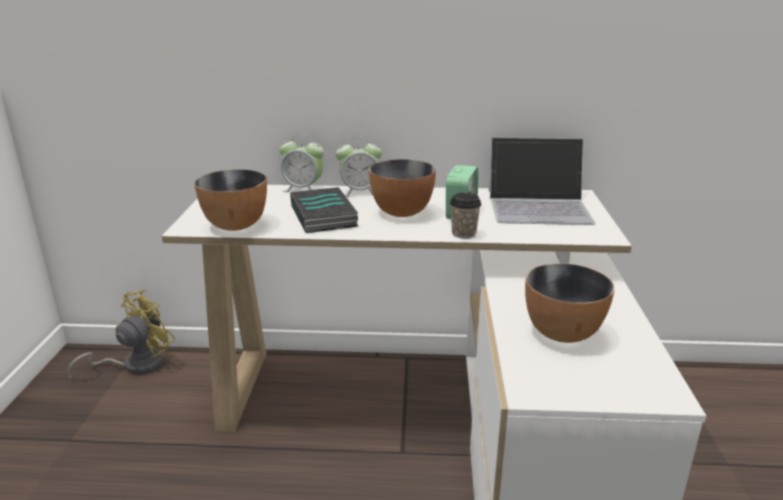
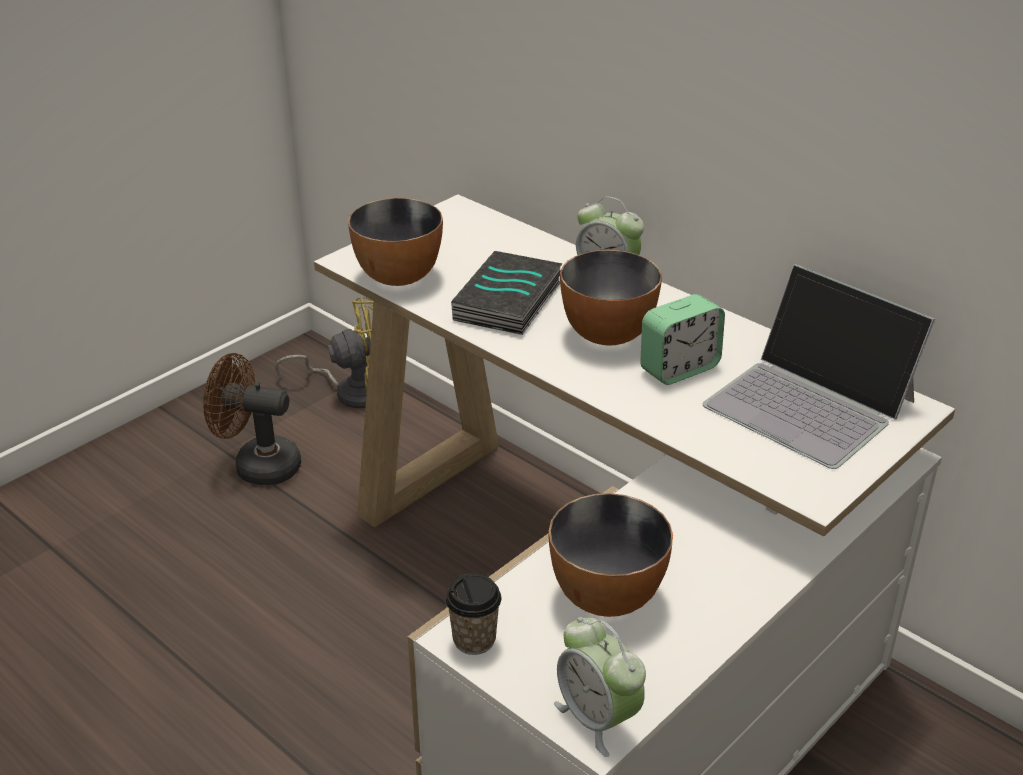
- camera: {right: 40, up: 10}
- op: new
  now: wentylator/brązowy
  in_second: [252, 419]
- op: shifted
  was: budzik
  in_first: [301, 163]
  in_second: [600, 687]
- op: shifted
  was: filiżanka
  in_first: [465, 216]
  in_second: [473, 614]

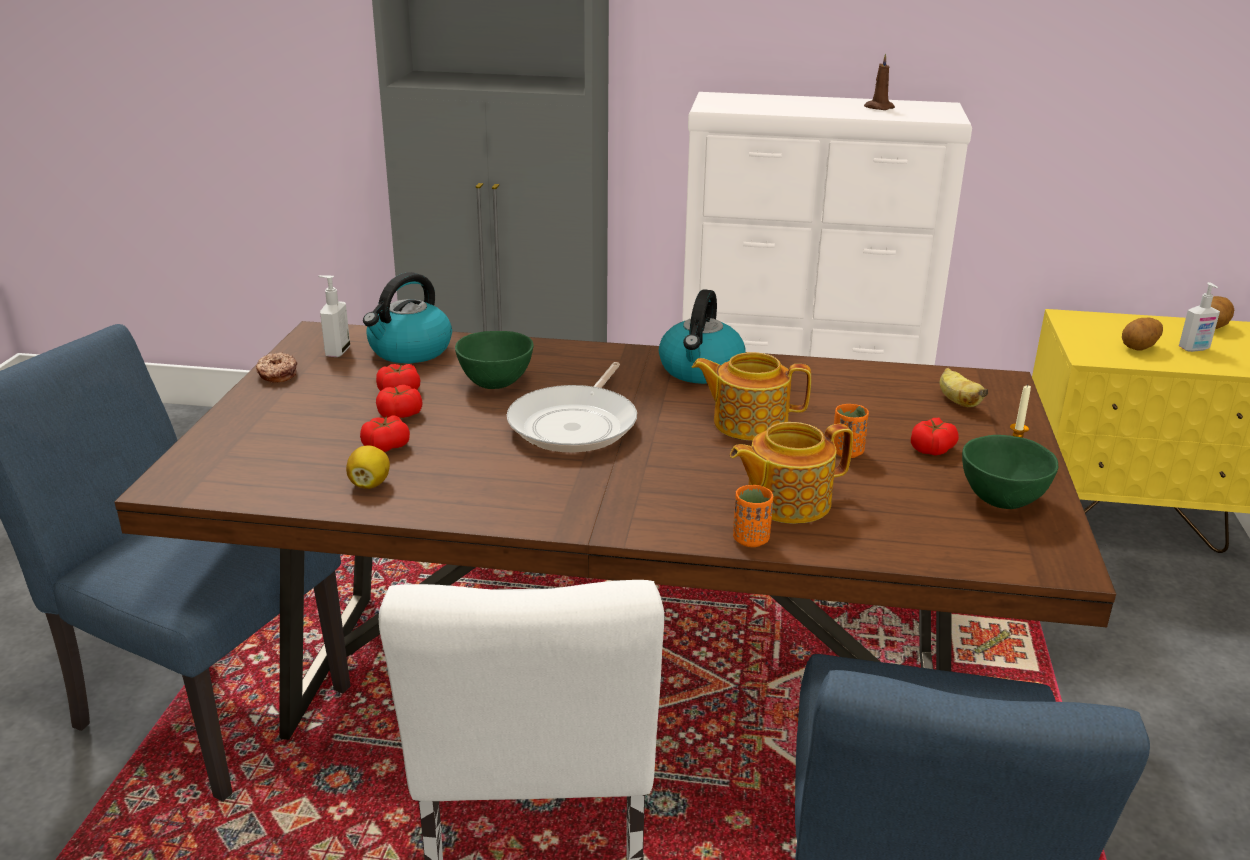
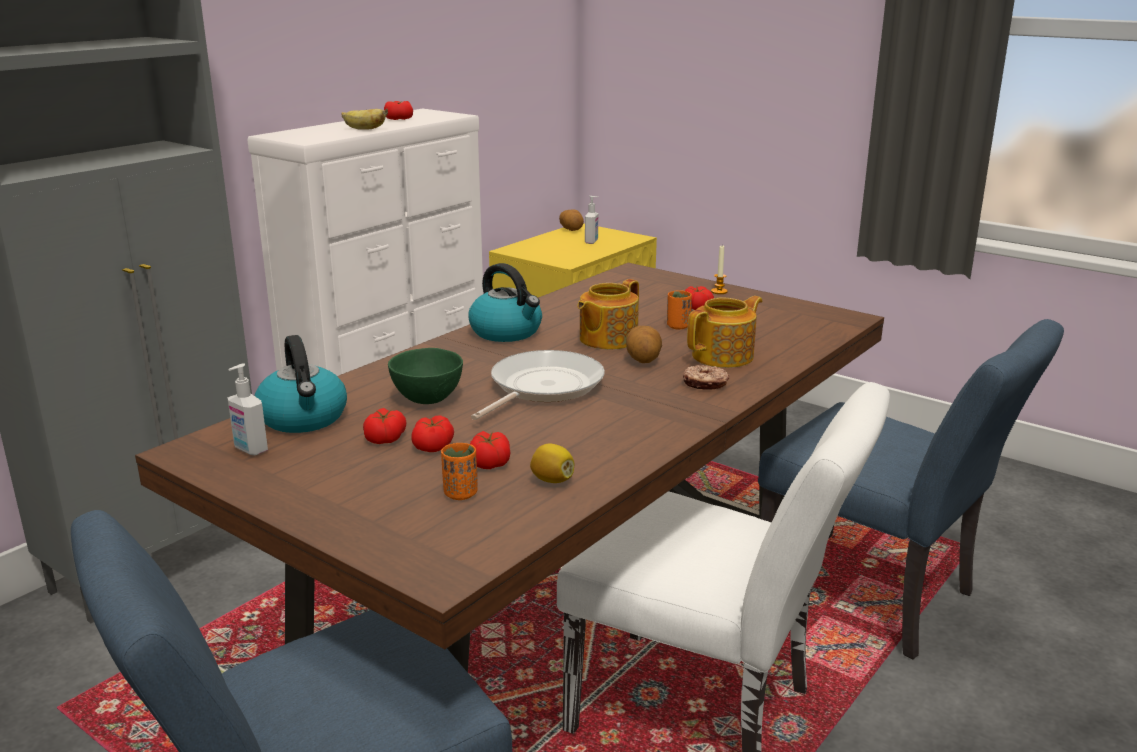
- camera: {right: -60, up: -5}
- op: gone
  was: miska/zielony
  in_first: [1010, 472]
- op: shifted
  was: donut
  in_first: [276, 367]
  in_second: [706, 377]
- op: shifted
  was: filiżanka/pomarańczowy
  in_first: [753, 516]
  in_second: [459, 471]
- op: shifted
  was: banan
  in_first: [964, 387]
  in_second: [364, 119]
- op: shifted
  was: ziemniak
  in_first: [1142, 334]
  in_second: [644, 344]
- op: swapped
  was: świeca/brązowy
  now: pomidor
  in_first: [879, 81]
  in_second: [398, 110]
- op: rotated
  was: patelnia
  in_first: [572, 407]
  in_second: [538, 385]
  clockwise: -105
- op: rotated
  was: imbryk
  in_first: [791, 473]
  in_second: [724, 332]
  clockwise: -135

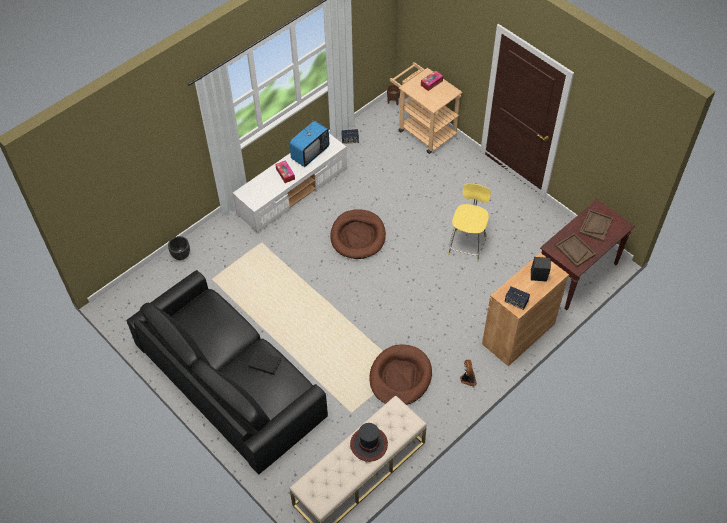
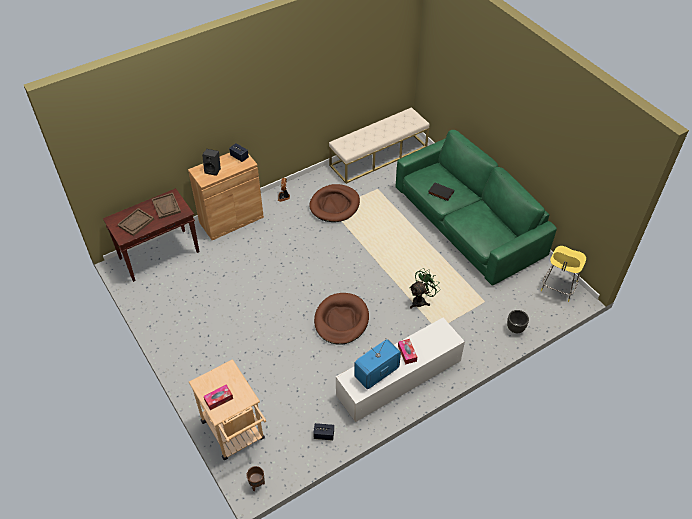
- camera: {right: -170, up: -5}
- op: gone
  was: kapelusz
  in_first: [369, 442]
- op: new
  now: wentylator/zielony
  in_second: [424, 288]
- op: shifted
  was: stołek/żółty
  in_first: [469, 223]
  in_second: [563, 274]
- op: repainted
  was: kanapa/czarny
  now: kanapa/zielony
  in_first: [227, 372]
  in_second: [476, 208]

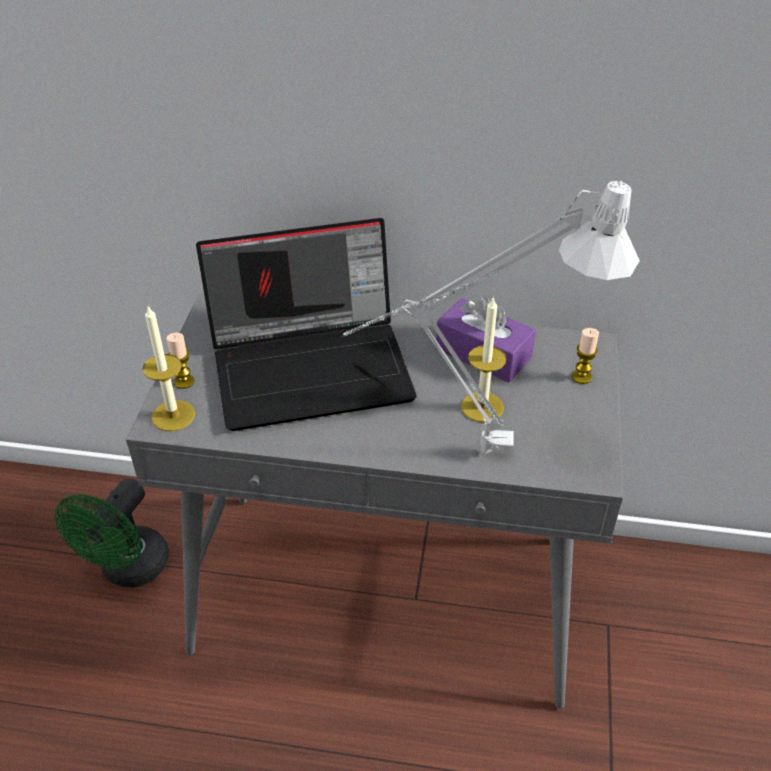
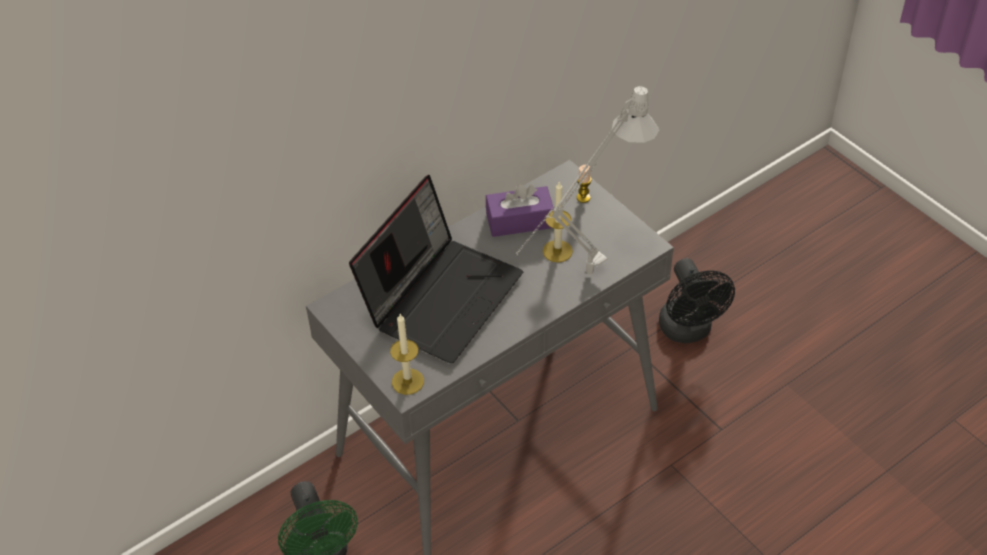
- camera: {right: -45, up: 5}
- op: gone
  was: świeca
  in_first: [180, 361]
- op: new
  now: wentylator/czarny
  in_second: [697, 300]

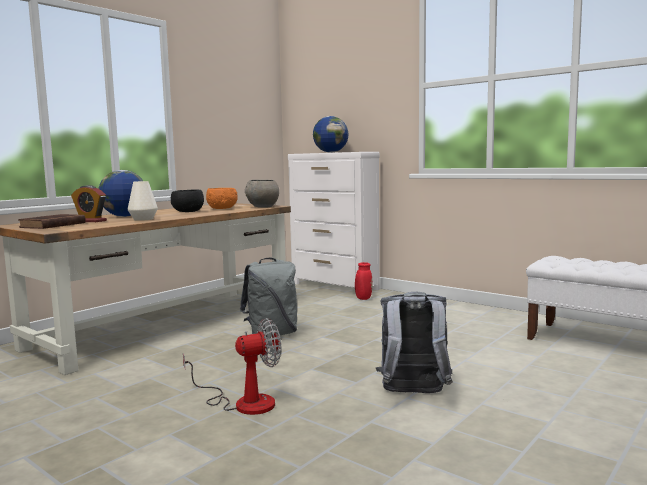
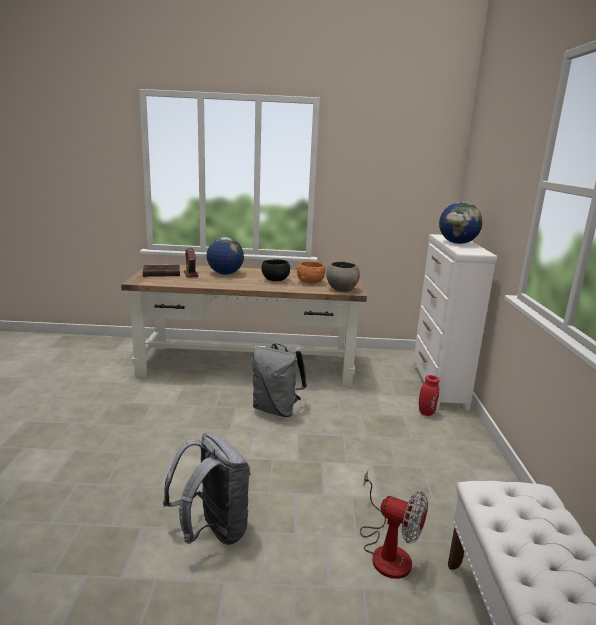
- camera: {right: 50, up: 10}
- op: gone
  was: wazon/biały
  in_first: [143, 201]
- op: shifted
  was: wentylator
  in_first: [232, 366]
  in_second: [394, 525]

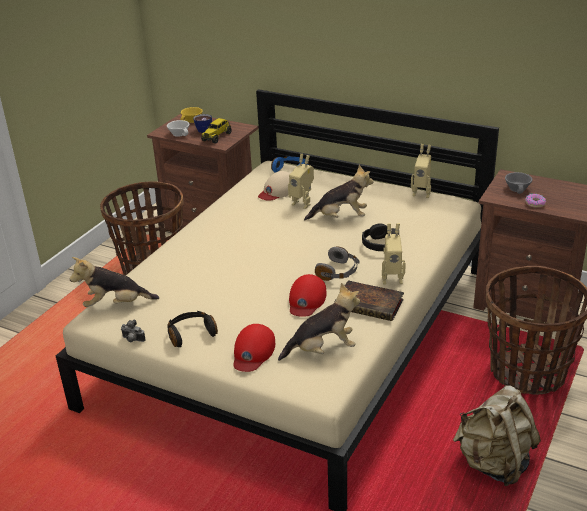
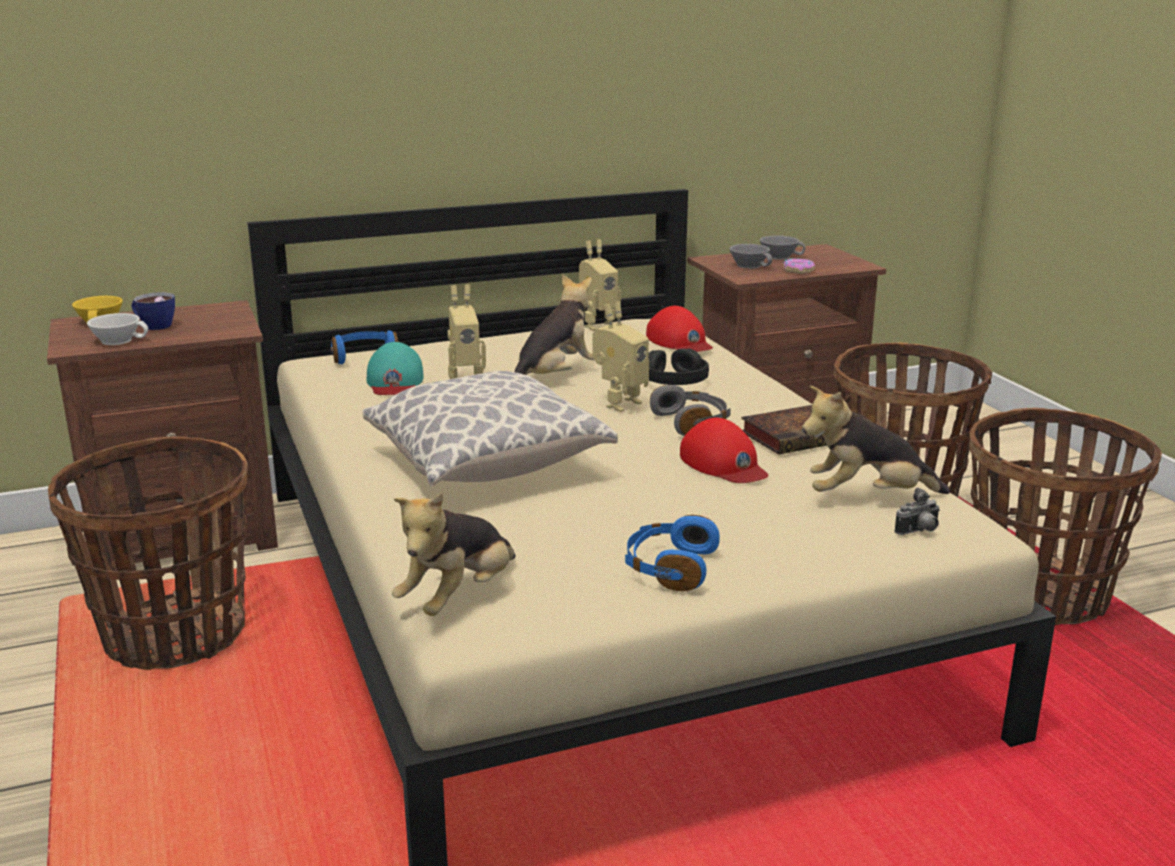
- camera: {right: -50, up: -10}
- op: gone
  was: ciężarówka zabawkowa
  in_first: [216, 131]
- op: new
  now: poduszka
  in_second: [490, 429]
- op: new
  now: filiżanka/szary
  in_second: [783, 248]
- op: shifted
  was: aparat fotograficzny
  in_first: [133, 330]
  in_second: [917, 511]
- op: shifted
  was: czapka z daszkiem/czerwony
  in_first: [254, 348]
  in_second: [679, 329]
- op: shifted
  was: robot zabawkowy
  in_first: [394, 254]
  in_second: [620, 356]
- op: swapped
  was: plecak/beżowy
  now: koszyk
  in_first: [497, 435]
  in_second: [1065, 516]
- op: repainted
  was: słuchawki/czarny
  now: słuchawki/niebieski
  in_first: [193, 329]
  in_second: [672, 553]
- op: repainted
  was: czapka z daszkiem/beżowy
  now: czapka z daszkiem/turkusowy
  in_first: [274, 186]
  in_second: [395, 368]
- op: rotated
  was: pluszak
  in_first: [319, 322]
  in_second: [876, 440]
  clockwise: -120

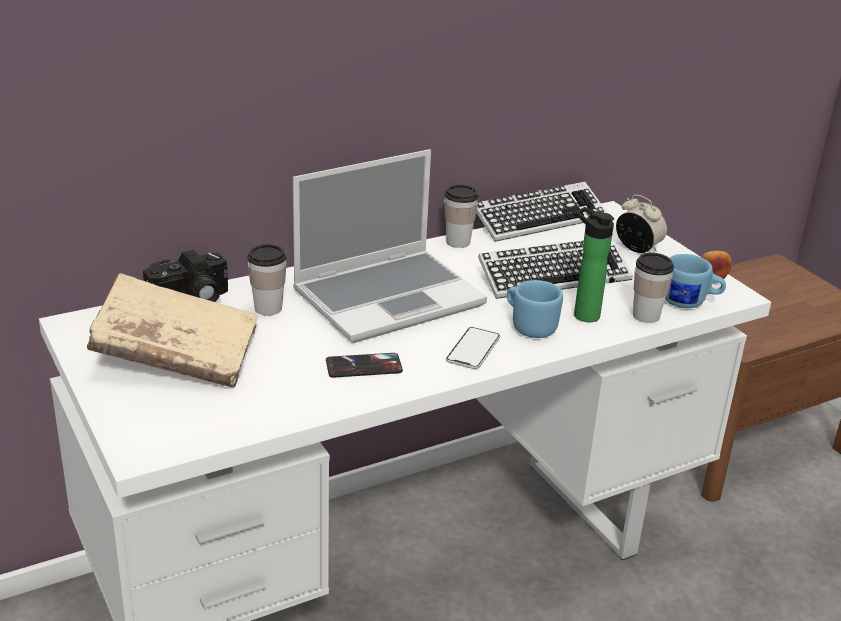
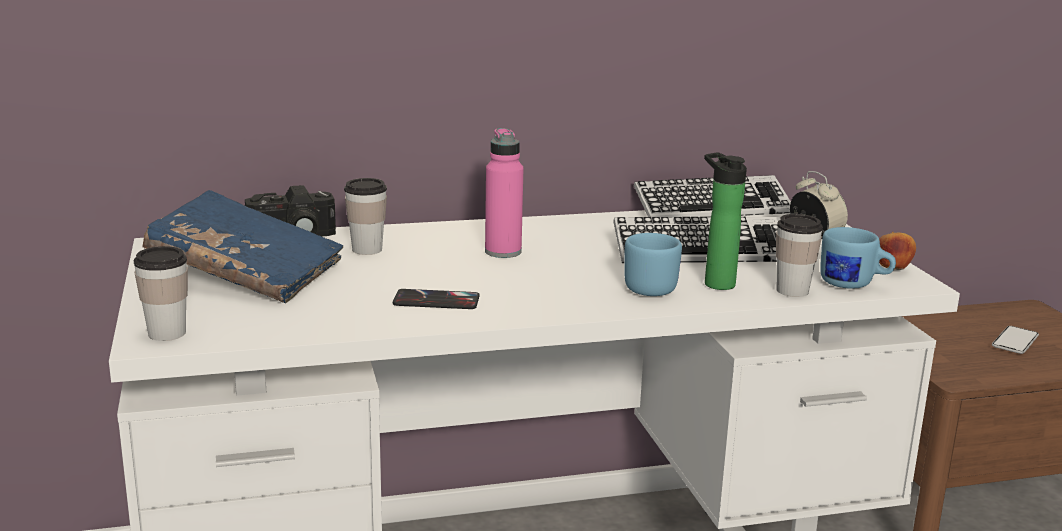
- camera: {right: 15, up: -10}
- op: shifted
  was: filiżanka
  in_first: [461, 216]
  in_second: [161, 293]
- op: shifted
  was: telefon
  in_first: [473, 348]
  in_second: [1015, 340]
- op: swapped
  was: laptop
  now: butelka/różowy
  in_first: [390, 246]
  in_second: [504, 193]
- op: repainted
  was: książka/beżowy
  now: książka/niebieski
  in_first: [172, 330]
  in_second: [242, 246]

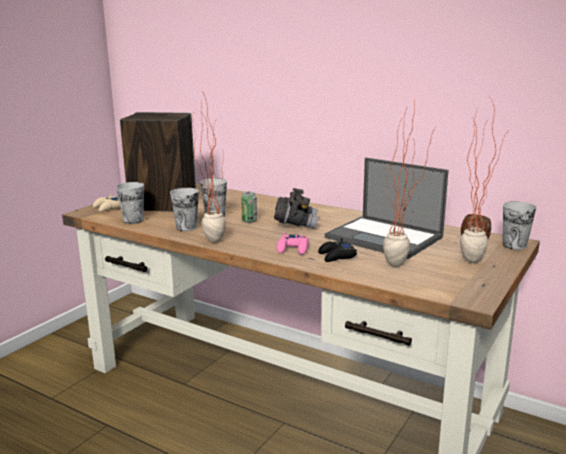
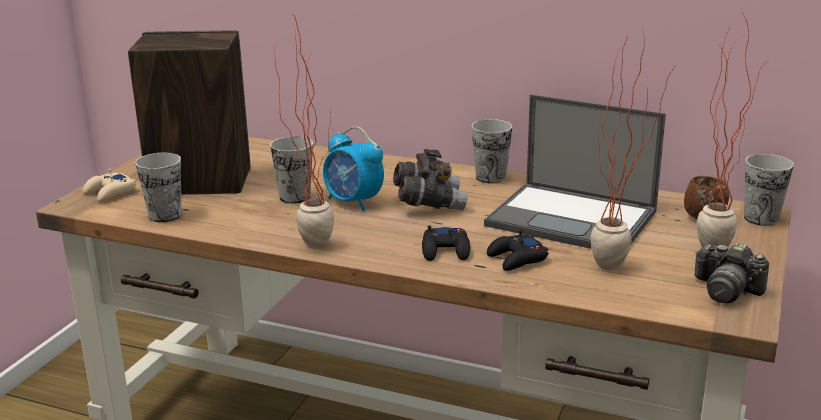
- camera: {right: -10, up: 5}
- op: new
  now: aparat fotograficzny
  in_second: [732, 273]
- op: shifted
  was: filiżanka
  in_first: [184, 209]
  in_second: [492, 151]
- op: swapped
  was: puszka
  now: budzik
  in_first: [249, 207]
  in_second: [353, 168]
- op: repainted
  was: pad do gier/różowy
  now: pad do gier/czarny
  in_first: [293, 243]
  in_second: [446, 243]

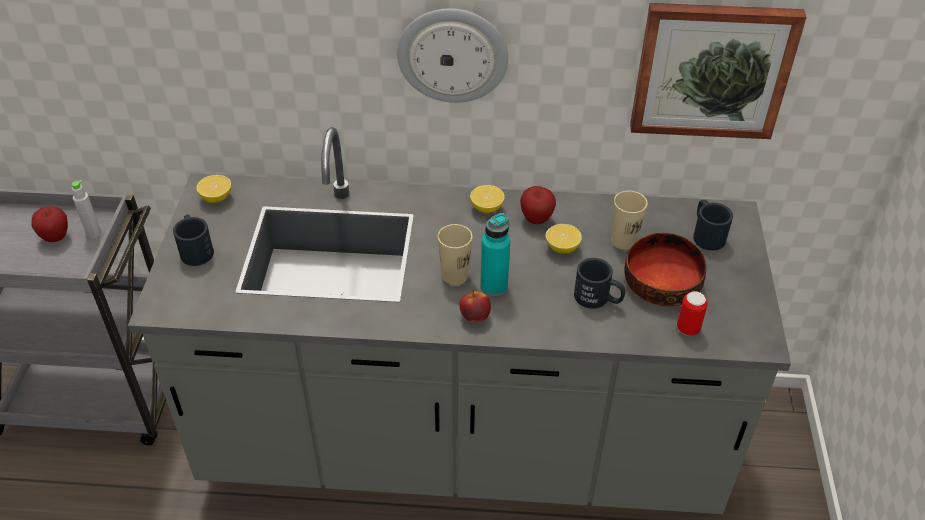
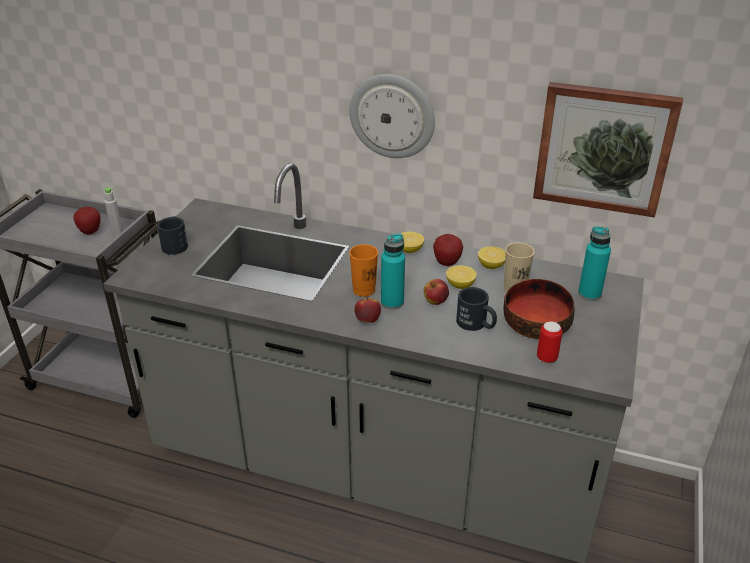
- camera: {right: 15, up: -10}
- op: new
  now: jabłko
  in_second: [436, 292]
- op: shifted
  was: cytryna
  in_first: [214, 189]
  in_second: [492, 257]
- op: swapped
  was: kubek/czarny
  now: butelka/turkusowy
  in_first: [713, 225]
  in_second: [594, 263]
- op: repainted
  was: filiżanka/beżowy
  now: filiżanka/pomarańczowy
  in_first: [455, 254]
  in_second: [363, 270]

